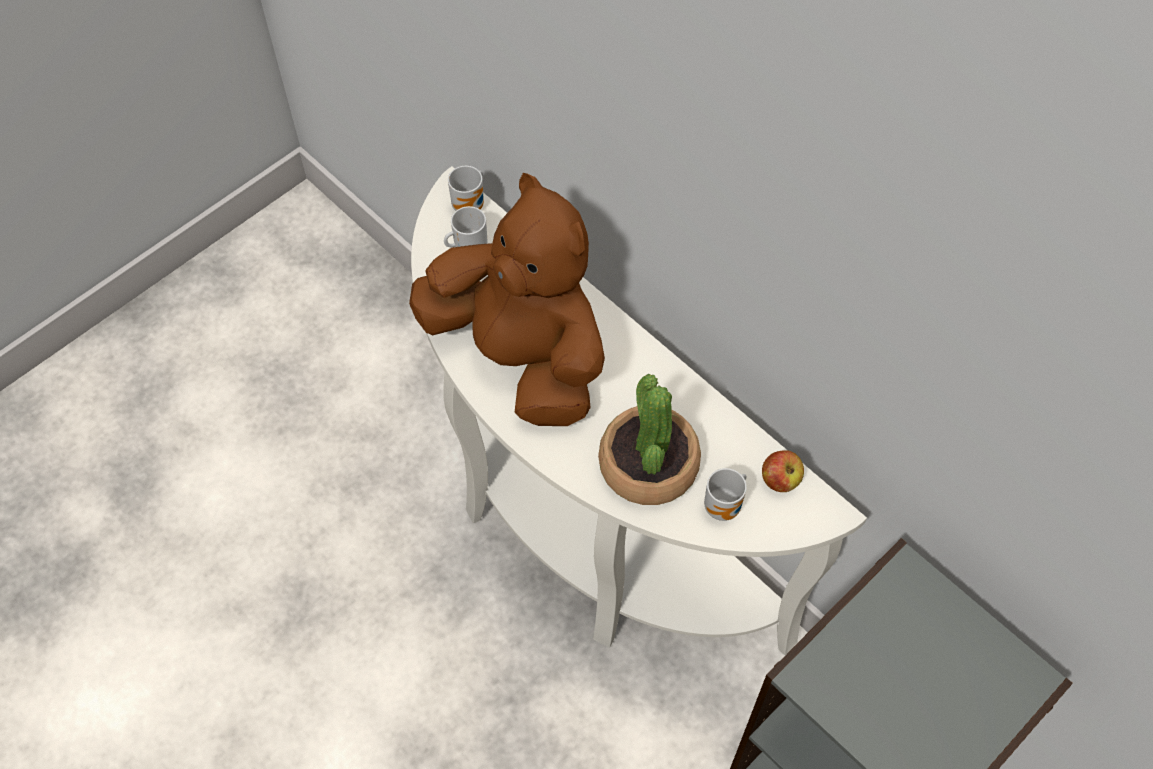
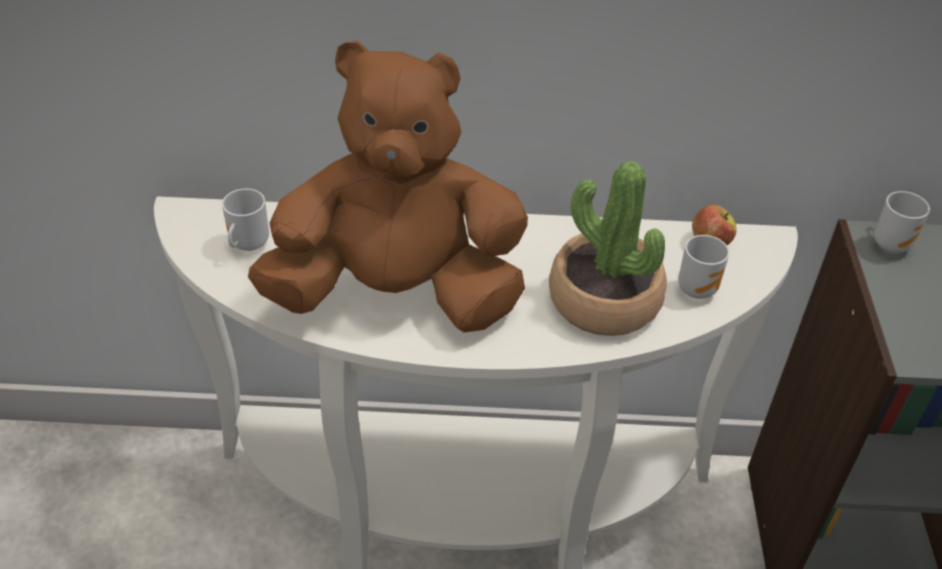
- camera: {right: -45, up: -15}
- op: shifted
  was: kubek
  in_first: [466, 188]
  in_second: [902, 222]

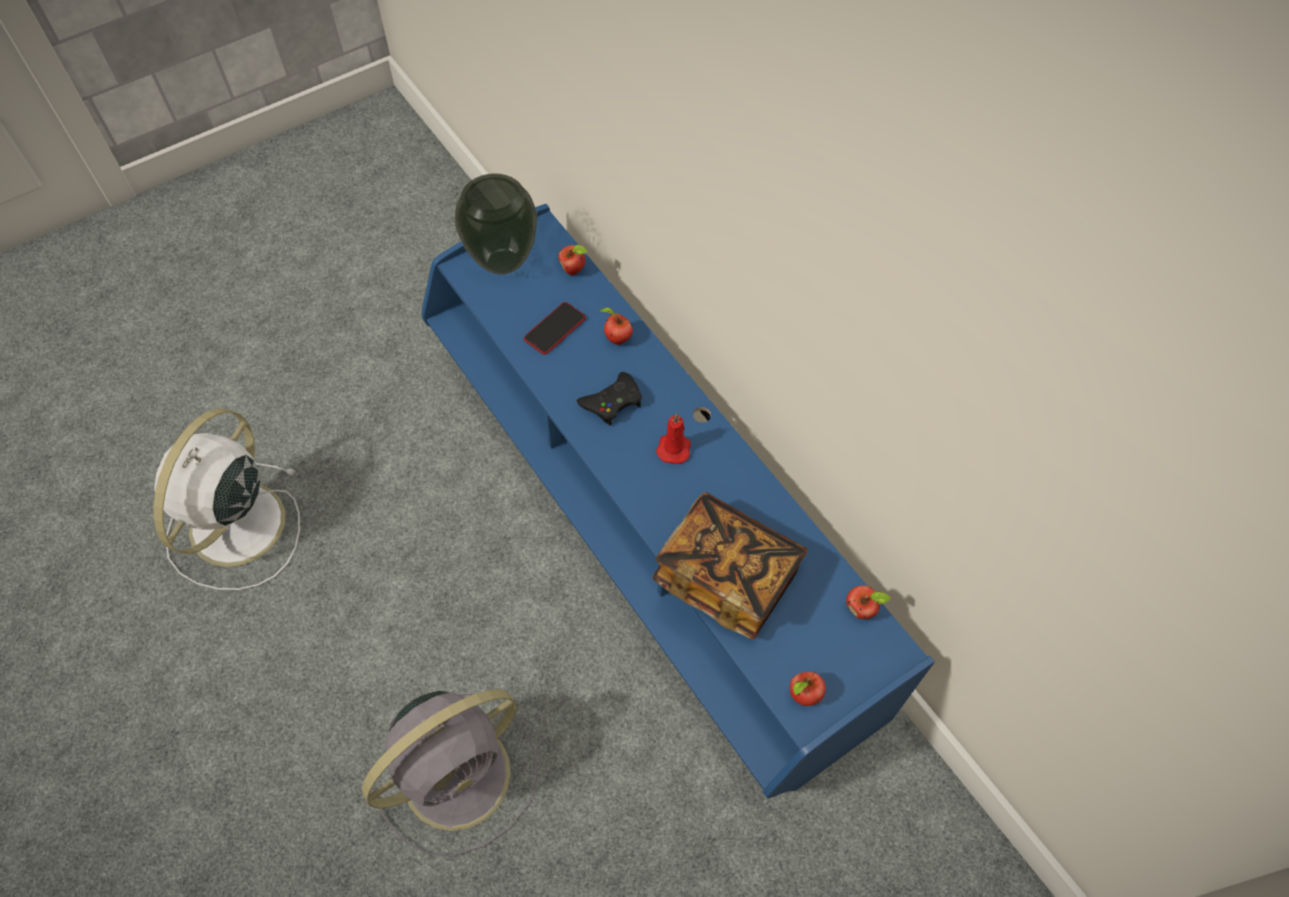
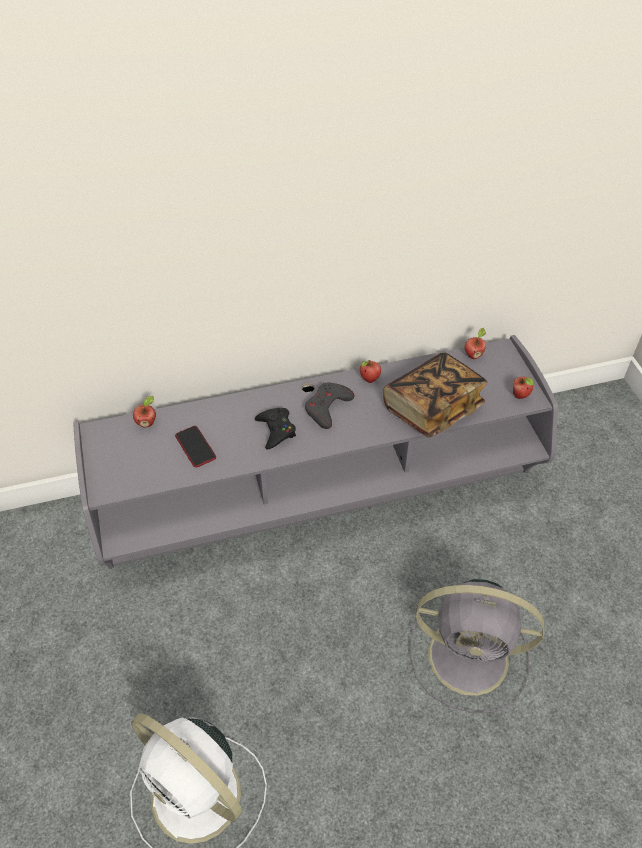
- camera: {right: -70, up: -10}
- op: gone
  was: wazon
  in_first: [496, 224]
- op: shifted
  was: jabłko
  in_first: [616, 326]
  in_second: [370, 371]
- op: swapped
  was: świeca/czerwony
  now: pad do gier/szary
  in_first: [673, 438]
  in_second: [329, 405]
- op: repainted
  was: szafka pod telewizor/niebieski
  now: szafka pod telewizor/szary
  in_first: [678, 501]
  in_second: [315, 452]
- op: rotated
  was: wentylator/szary
  in_first: [450, 773]
  in_second: [477, 646]
  clockwise: 120

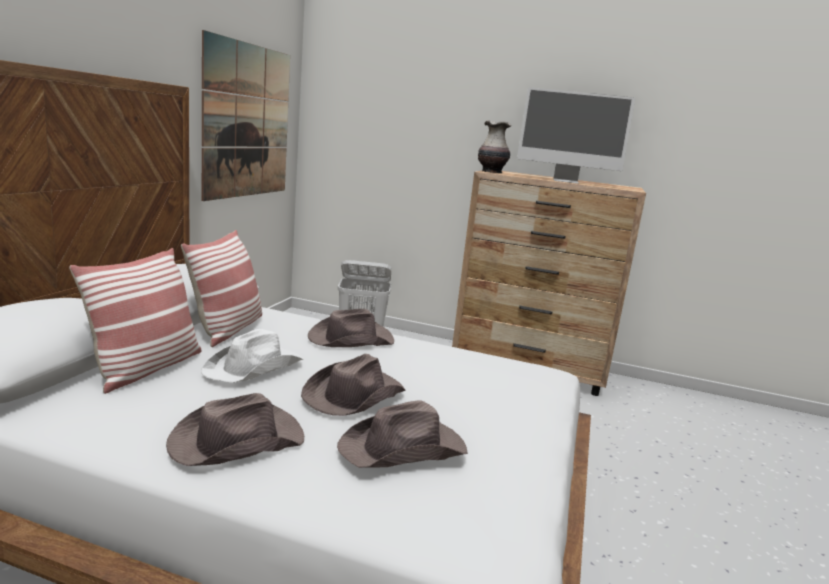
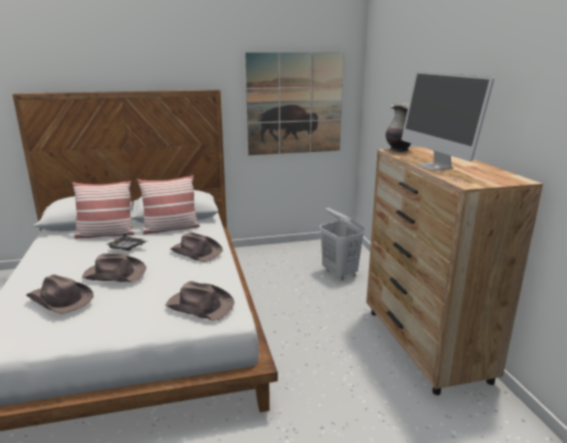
- camera: {right: 60, up: 5}
- op: shifted
  was: kapelusz/brązowy
  in_first: [235, 429]
  in_second: [200, 301]
- op: swapped
  was: kapelusz/biały
  now: taca/szary
  in_first: [252, 356]
  in_second: [127, 242]

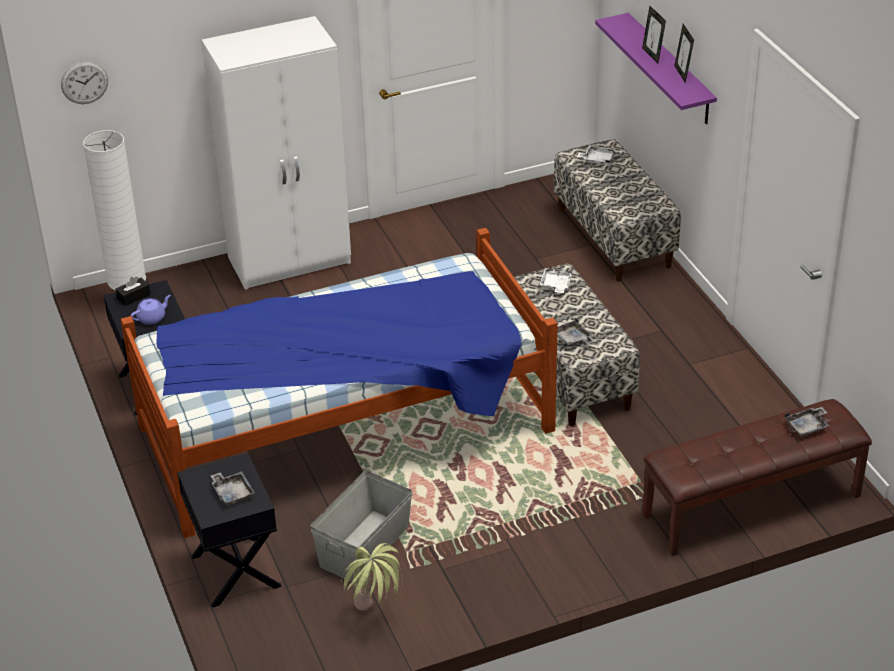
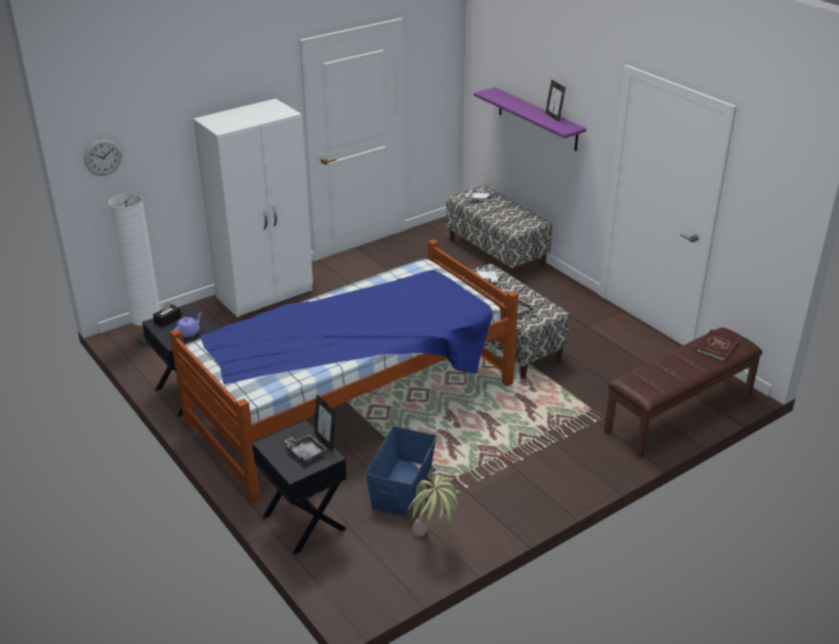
- camera: {right: -15, up: -5}
- op: shifted
  was: ramka na zdjęcie
  in_first: [654, 34]
  in_second: [324, 423]
- op: swapped
  was: taca/szary
  now: książka/czerwony
  in_first: [807, 422]
  in_second: [717, 345]
- op: repainted
  was: pojemnik do przechowywania/szary
  now: pojemnik do przechowywania/niebieski
  in_first: [361, 526]
  in_second: [401, 471]

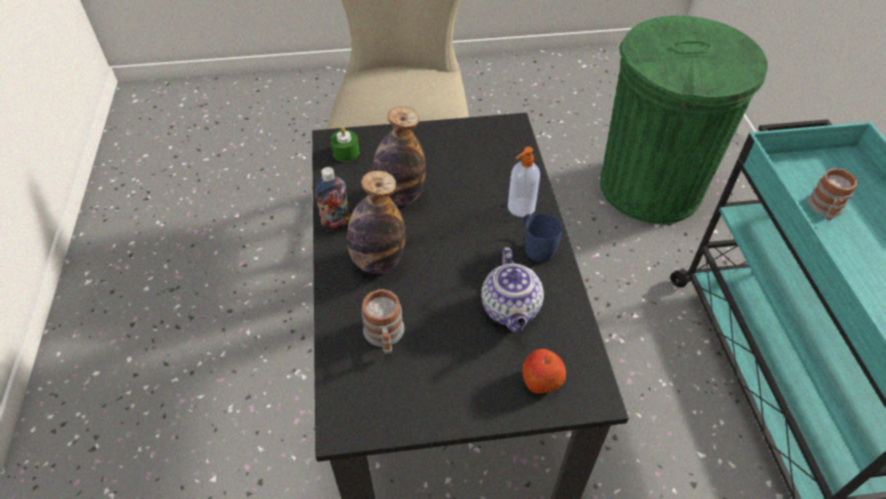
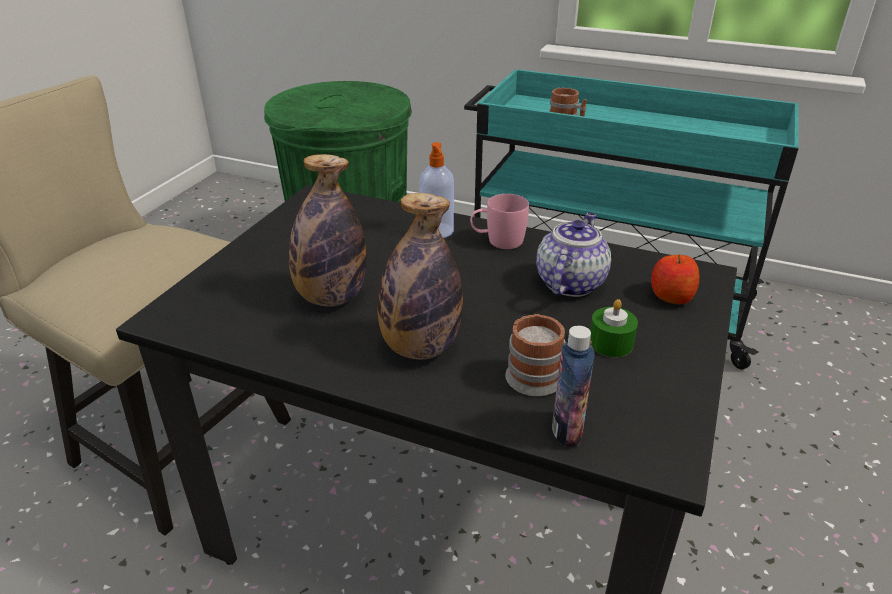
- camera: {right: -60, up: -15}
- op: shifted
  was: butelka
  in_first: [333, 199]
  in_second: [573, 386]
- op: shifted
  was: świeca/zielony
  in_first: [344, 144]
  in_second: [614, 328]
- op: repainted
  was: kubek/niebieski
  now: kubek/różowy
  in_first: [543, 238]
  in_second: [499, 221]
- op: rotated
  was: imbryk
  in_first: [512, 289]
  in_second: [573, 254]
  clockwise: -90

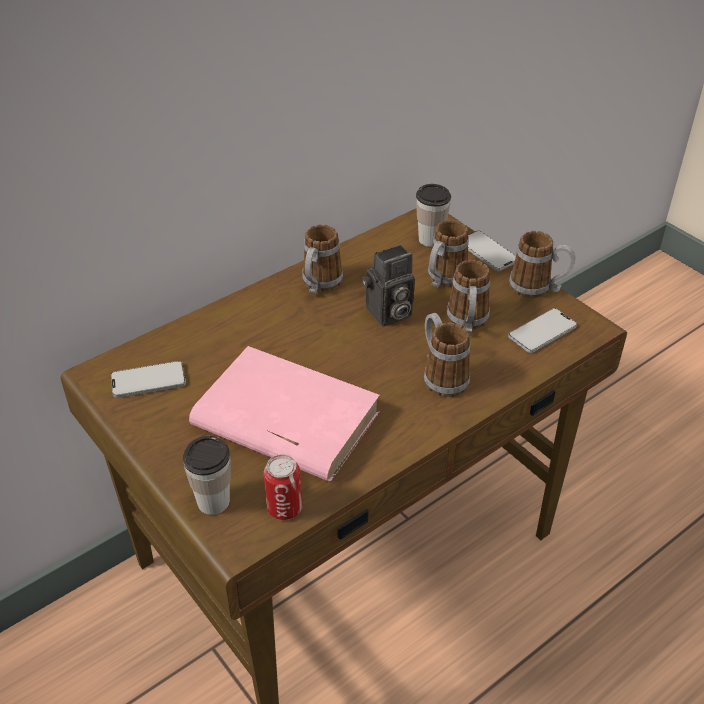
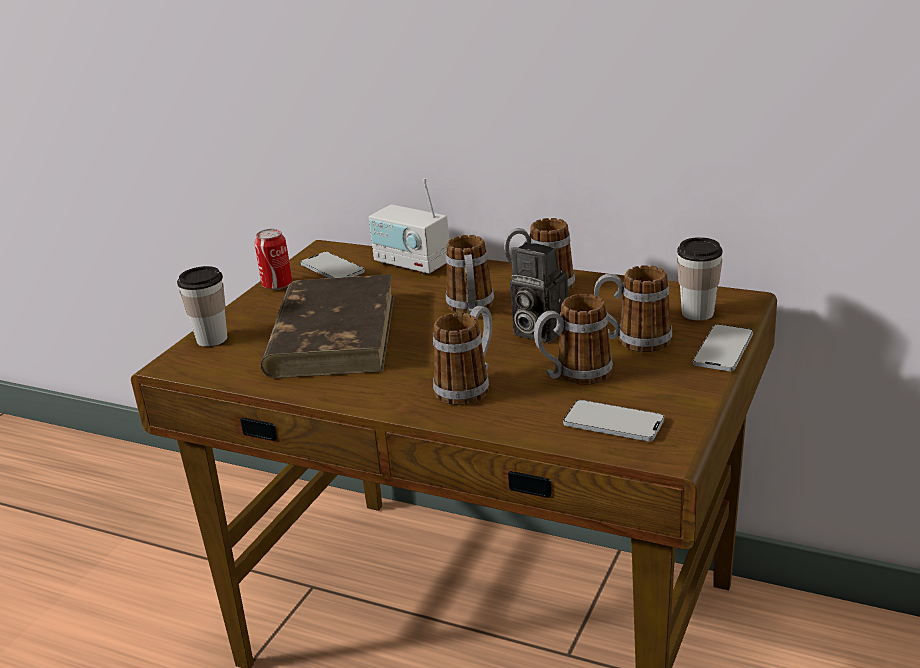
- camera: {right: 65, up: -15}
- op: new
  now: radio
  in_second: [409, 226]
- op: shifted
  was: puszka
  in_first: [283, 487]
  in_second: [273, 259]
- op: shifted
  was: kubek
  in_first: [542, 264]
  in_second: [470, 274]
- op: repainted
  was: książka/różowy
  now: książka/brązowy
  in_first: [284, 414]
  in_second: [327, 326]

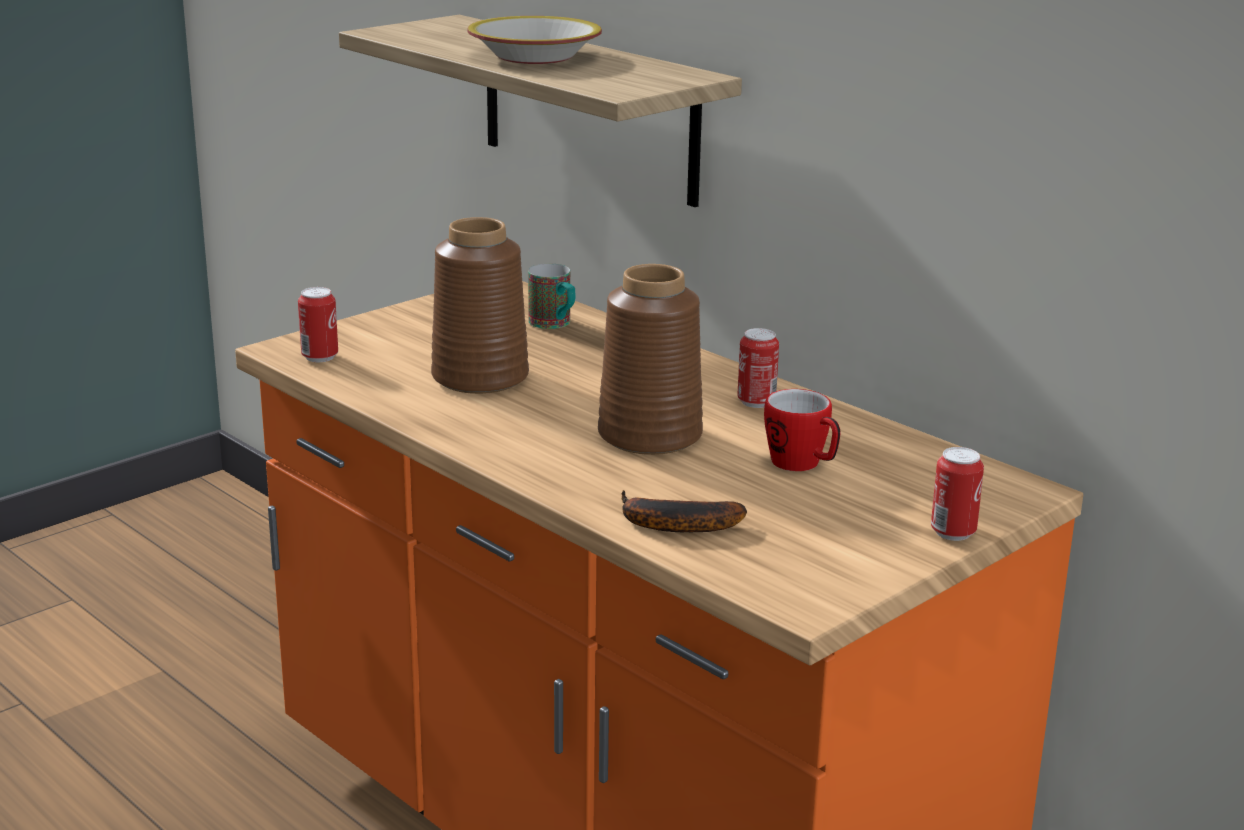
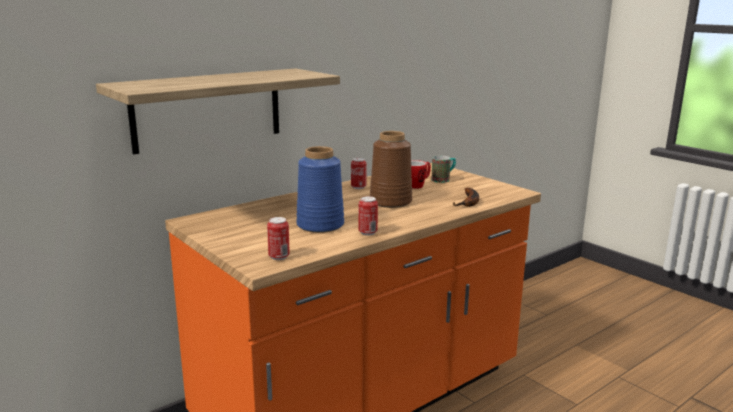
- camera: {right: -85, up: -5}
- op: gone
  was: miska
  in_first: [534, 40]
- op: shifted
  was: kubek
  in_first: [552, 296]
  in_second: [443, 169]
- op: shifted
  was: puszka
  in_first: [957, 494]
  in_second: [368, 216]
- op: repainted
  was: wazon/brązowy
  now: wazon/niebieski
  in_first: [480, 305]
  in_second: [320, 189]

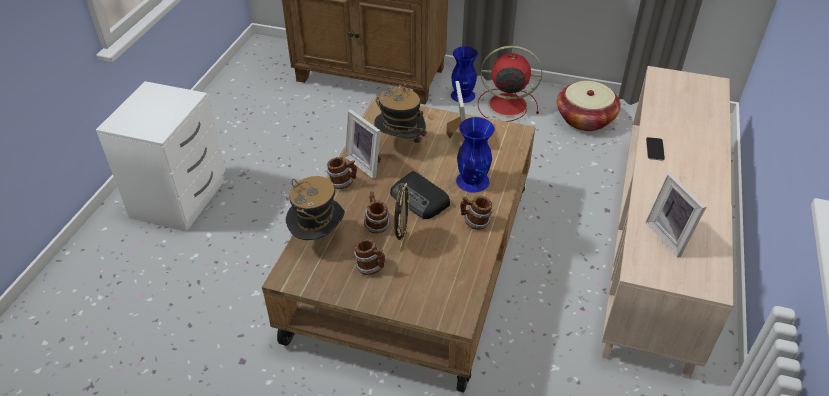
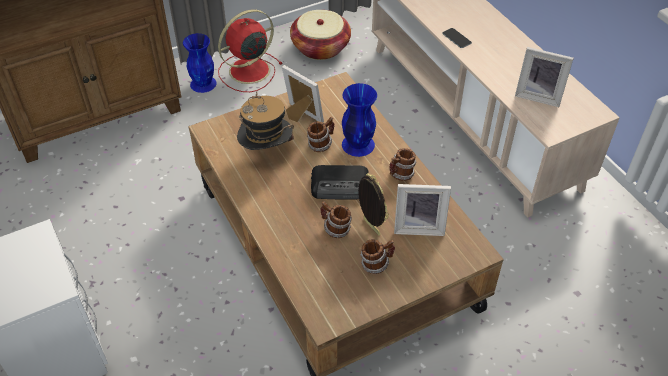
- camera: {right: -45, up: 5}
- op: gone
  was: kapelusz
  in_first: [315, 208]
- op: shifted
  was: kubek
  in_first: [342, 173]
  in_second: [320, 134]
- op: shifted
  was: ramka na zdjęcie
  in_first: [363, 144]
  in_second: [422, 210]

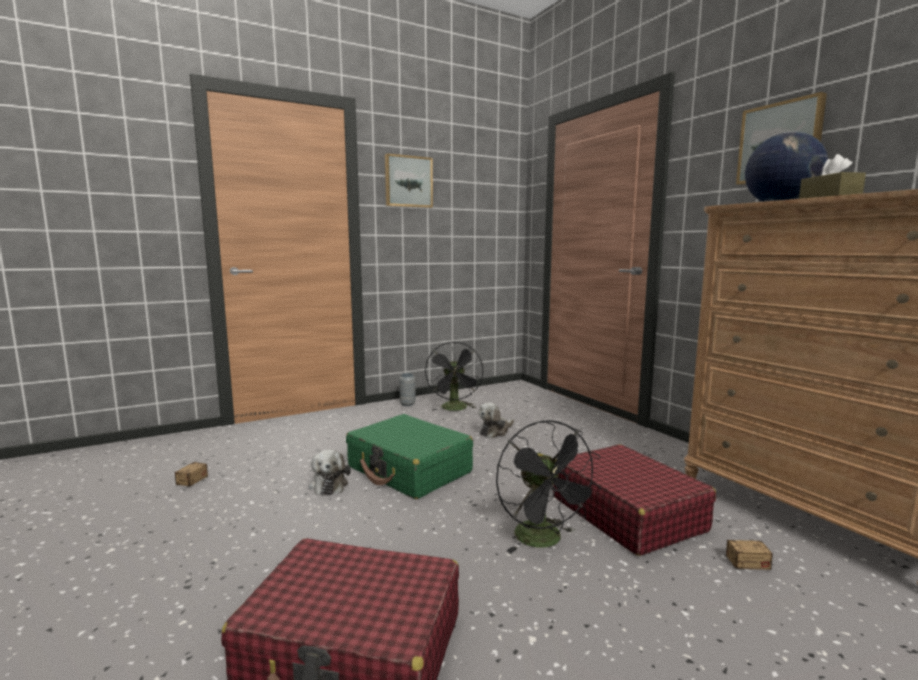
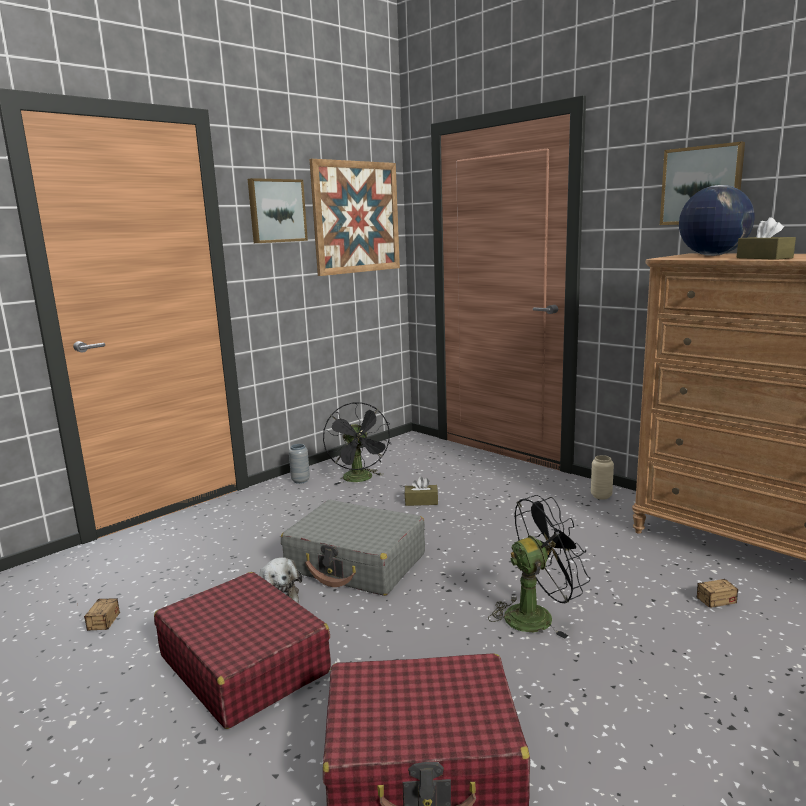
- camera: {right: -15, up: 5}
- op: new
  now: obraz
  in_second: [354, 217]
- op: new
  now: wazon/beżowy
  in_second: [602, 477]
- op: shifted
  was: walizka/czerwony
  in_first: [634, 500]
  in_second: [242, 650]
- op: swapped
  was: pluszak
  now: pudełko chusteczek/brązowy
  in_first: [496, 420]
  in_second: [421, 491]
- op: repainted
  was: walizka/zielony
  now: walizka/szary
  in_first: [409, 456]
  in_second: [353, 548]
- op: rotated
  was: wentylator/czarny
  in_first: [548, 486]
  in_second: [539, 566]
  clockwise: -75

